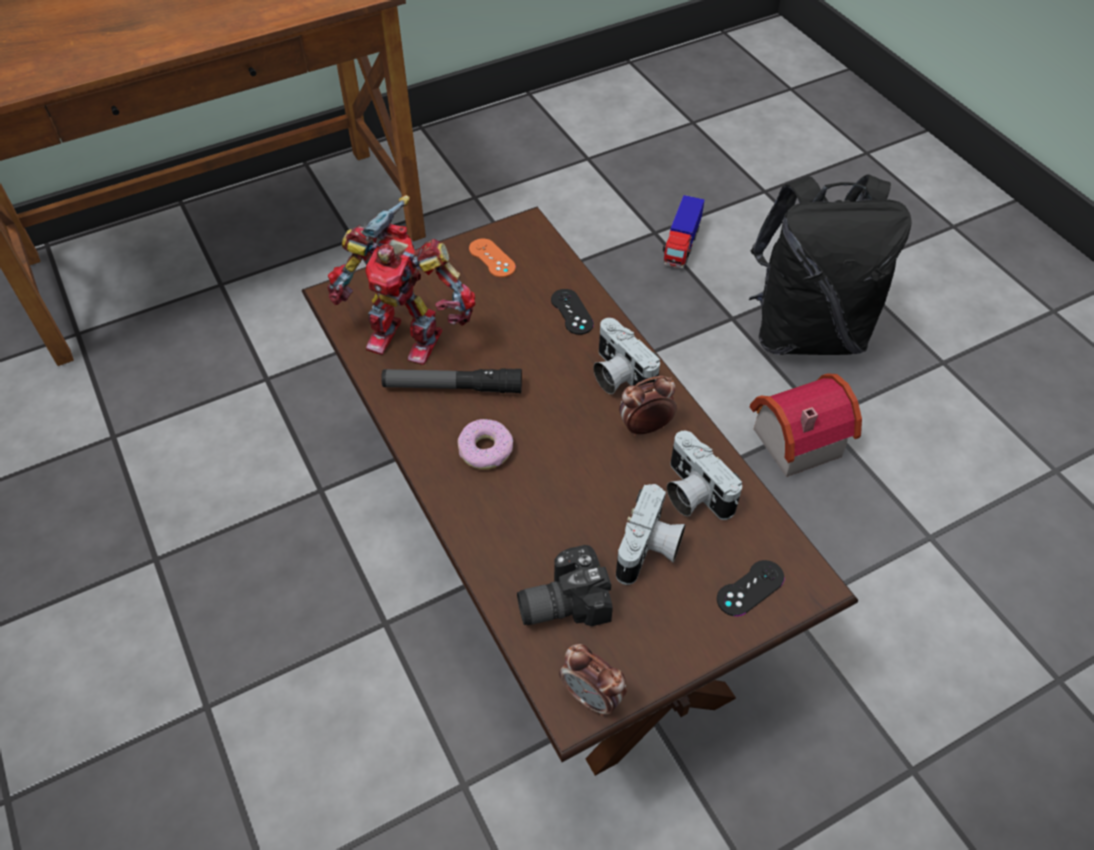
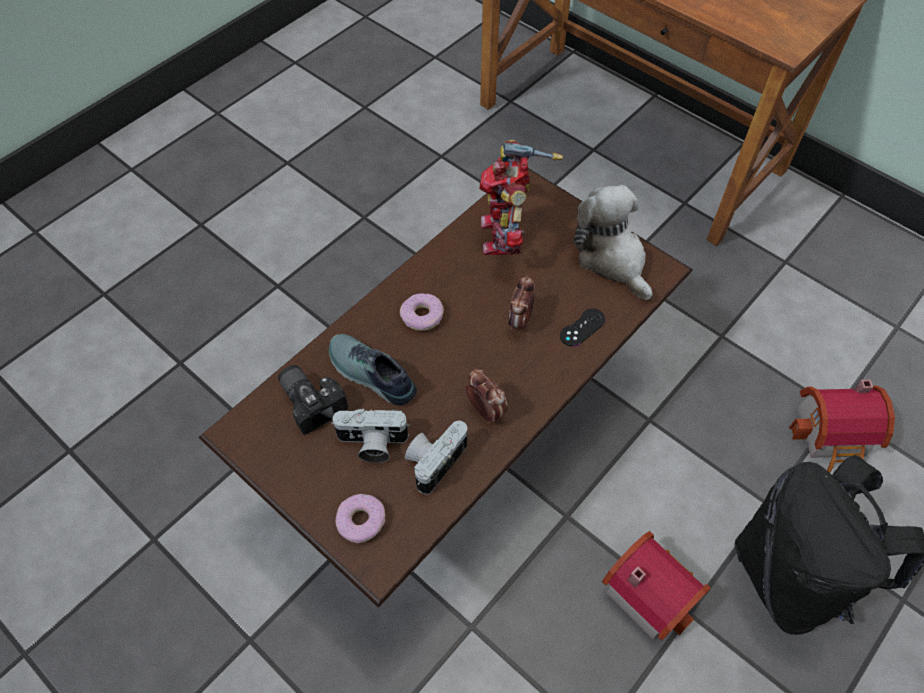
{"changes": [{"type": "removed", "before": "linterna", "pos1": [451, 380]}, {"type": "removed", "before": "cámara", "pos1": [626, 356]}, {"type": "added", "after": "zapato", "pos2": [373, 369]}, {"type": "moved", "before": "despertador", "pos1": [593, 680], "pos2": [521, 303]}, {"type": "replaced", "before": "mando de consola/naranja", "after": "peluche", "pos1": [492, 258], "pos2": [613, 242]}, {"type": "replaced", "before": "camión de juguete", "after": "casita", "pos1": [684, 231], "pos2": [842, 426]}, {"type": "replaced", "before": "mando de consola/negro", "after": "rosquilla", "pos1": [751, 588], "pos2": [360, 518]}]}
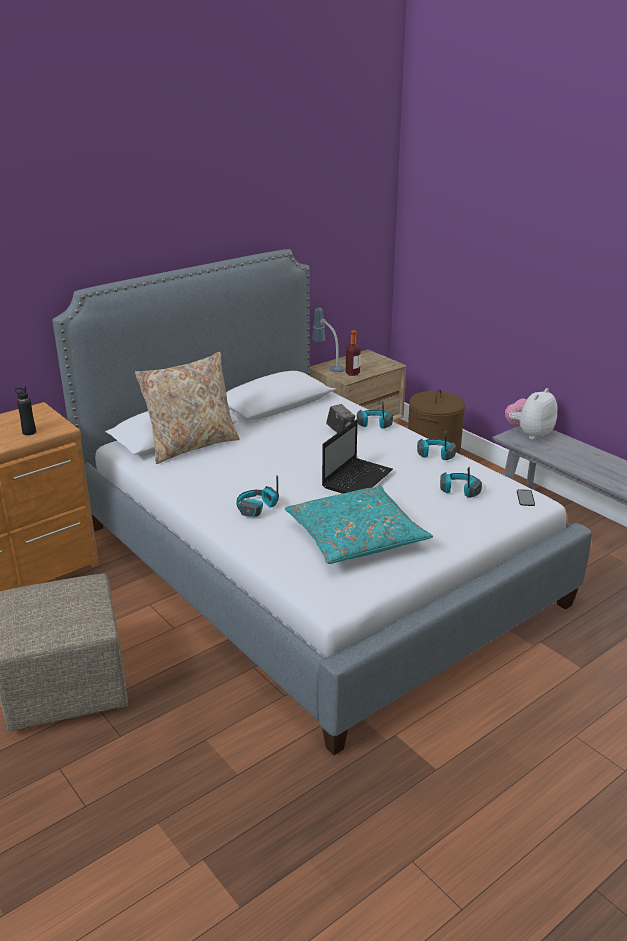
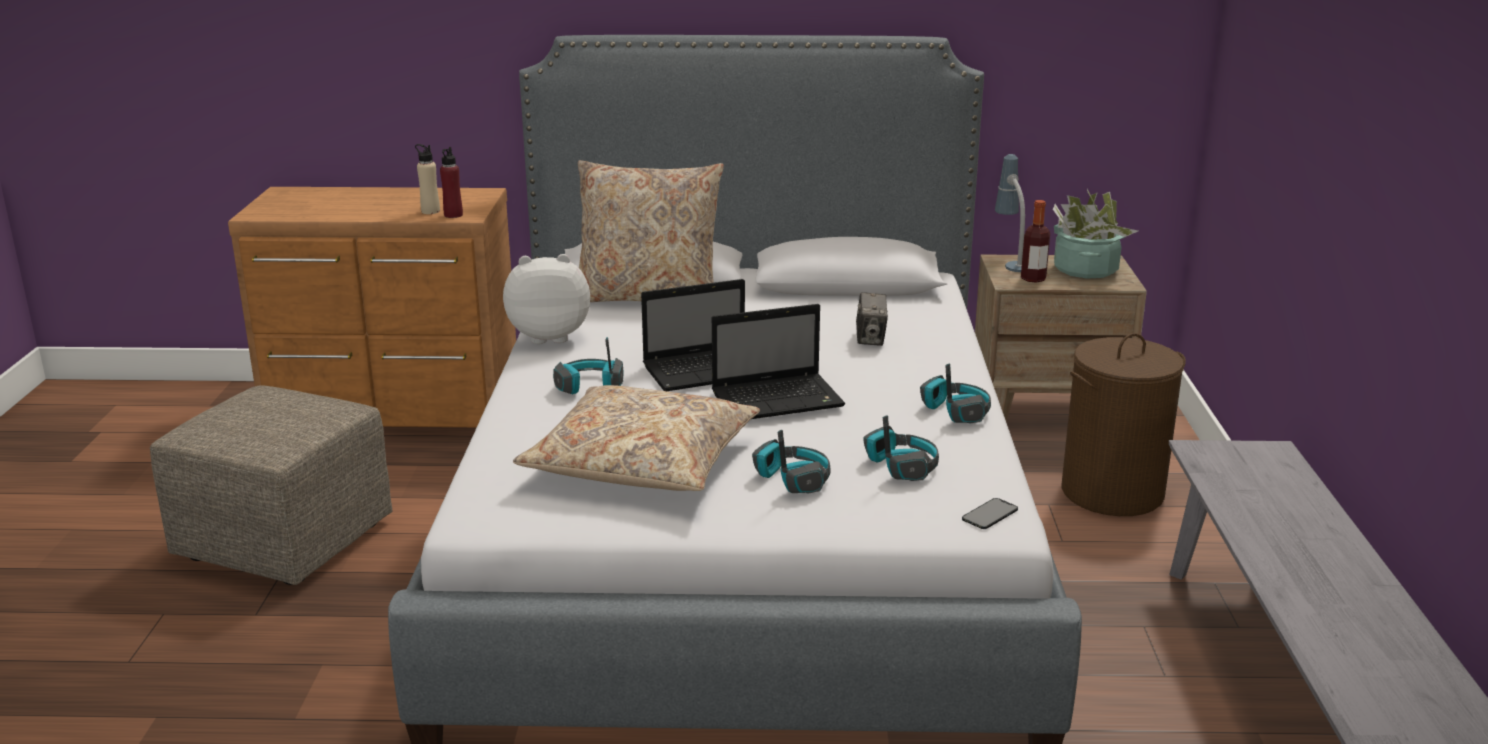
{"changes": [{"type": "added", "after": "botella/rojo", "pos2": [451, 182]}, {"type": "added", "after": "portátil", "pos2": [693, 335]}, {"type": "added", "after": "planta en maceta", "pos2": [1095, 234]}, {"type": "moved", "before": "auriculares", "pos1": [375, 415], "pos2": [791, 462]}, {"type": "moved", "before": "peluche", "pos1": [531, 414], "pos2": [546, 299]}, {"type": "recoloured", "before": "botella/negro", "after": "botella/beis", "pos1": [25, 411], "pos2": [427, 179]}, {"type": "recoloured", "before": "cojín/turquesa", "after": "cojín/beis", "pos1": [359, 525], "pos2": [636, 438]}]}
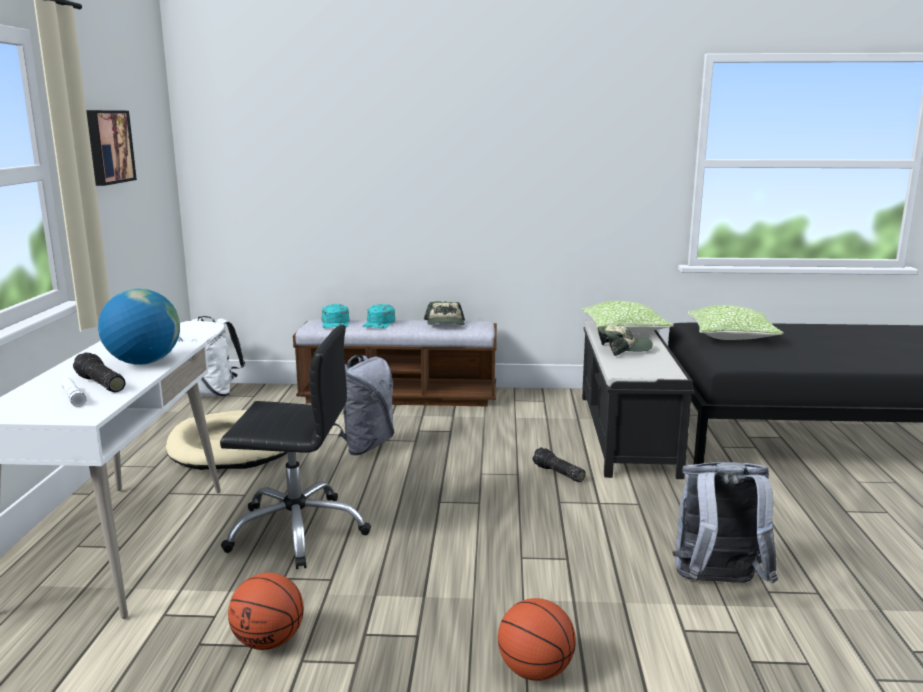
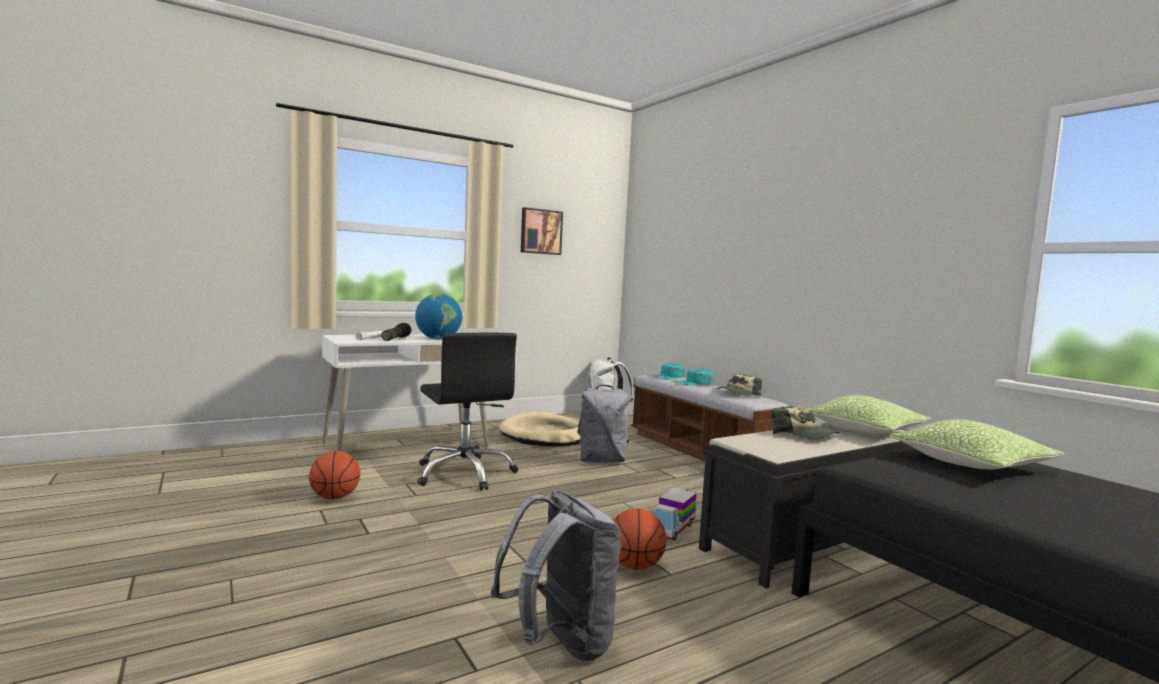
{"changes": [{"type": "moved", "before": "balón de baloncesto", "pos1": [537, 639], "pos2": [640, 539]}, {"type": "replaced", "before": "linterna", "after": "camión de juguete", "pos1": [559, 464], "pos2": [674, 513]}]}
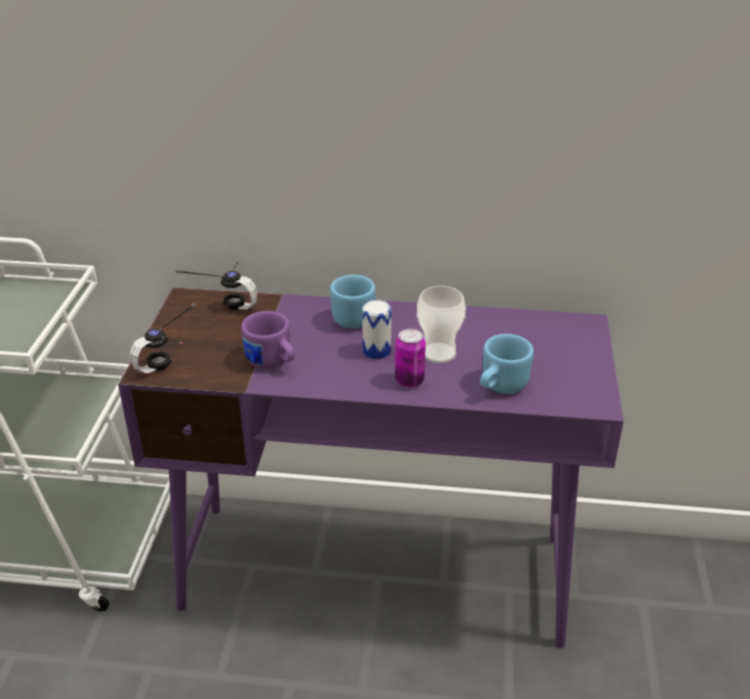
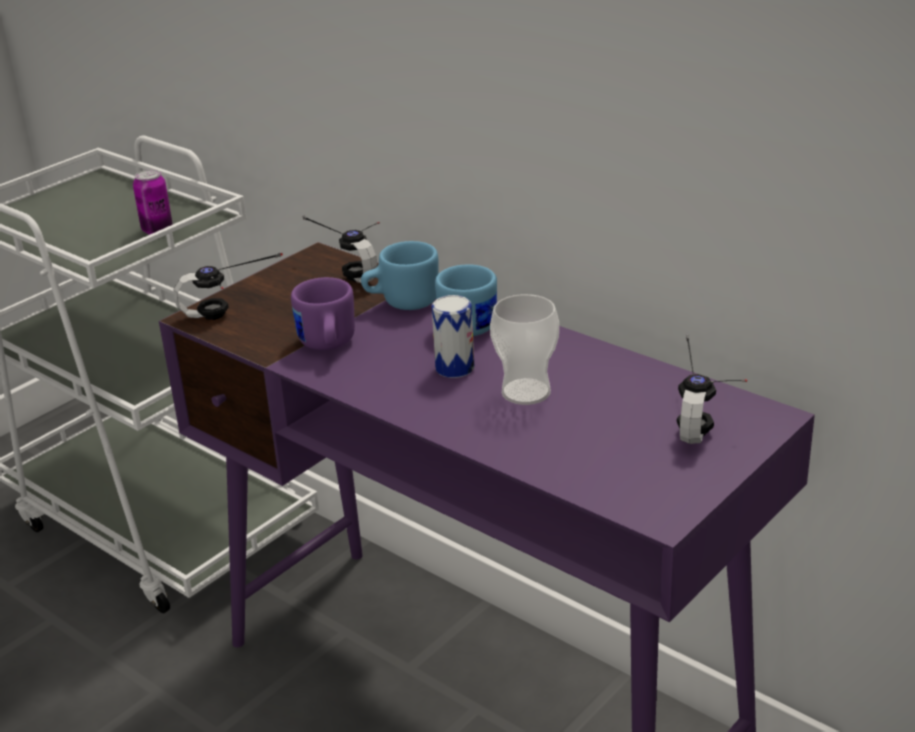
{"changes": [{"type": "added", "after": "auriculares", "pos2": [712, 389]}, {"type": "moved", "before": "lata", "pos1": [410, 358], "pos2": [152, 202]}, {"type": "moved", "before": "taza grande/azul", "pos1": [507, 364], "pos2": [400, 275]}]}
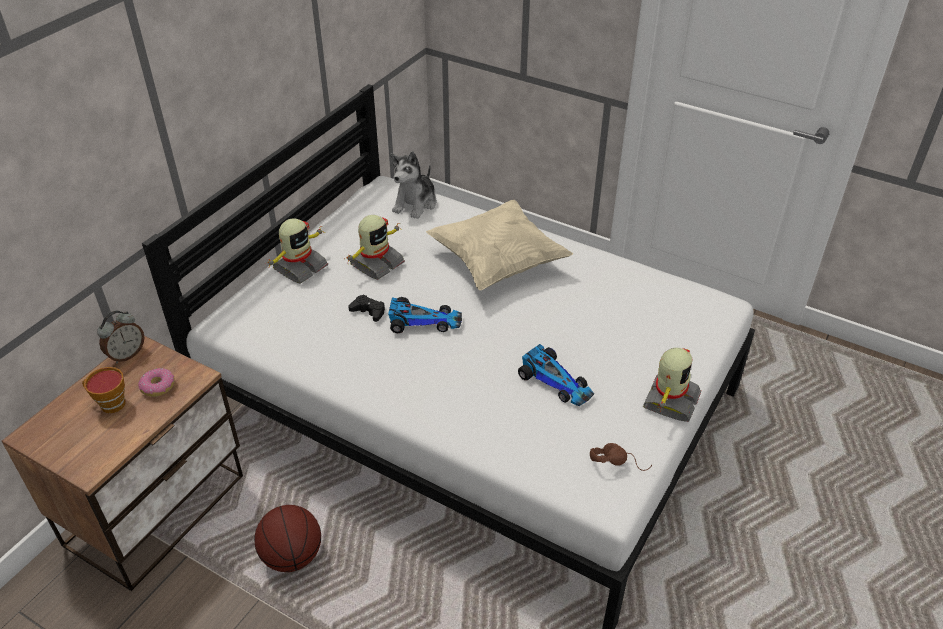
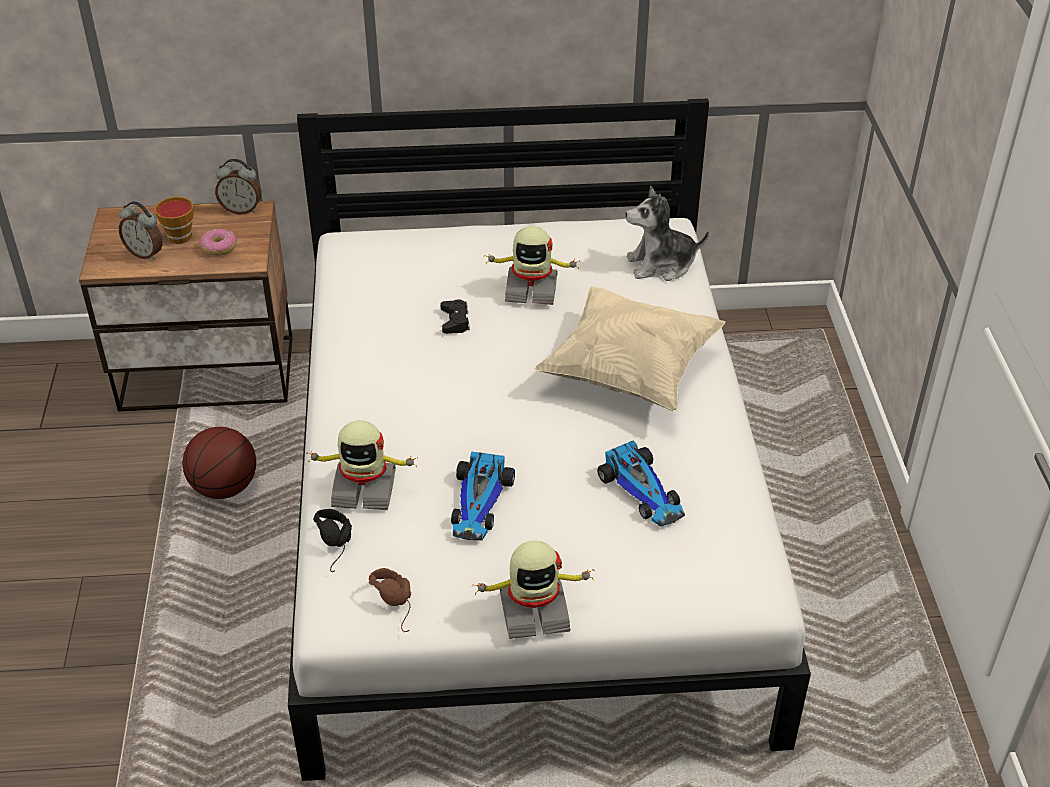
{"changes": [{"type": "added", "after": "despertador", "pos2": [141, 230]}, {"type": "added", "after": "auriculares/negro", "pos2": [332, 540]}, {"type": "moved", "before": "robot de juguete", "pos1": [296, 251], "pos2": [362, 465]}, {"type": "moved", "before": "coche de juguete", "pos1": [425, 315], "pos2": [641, 483]}]}
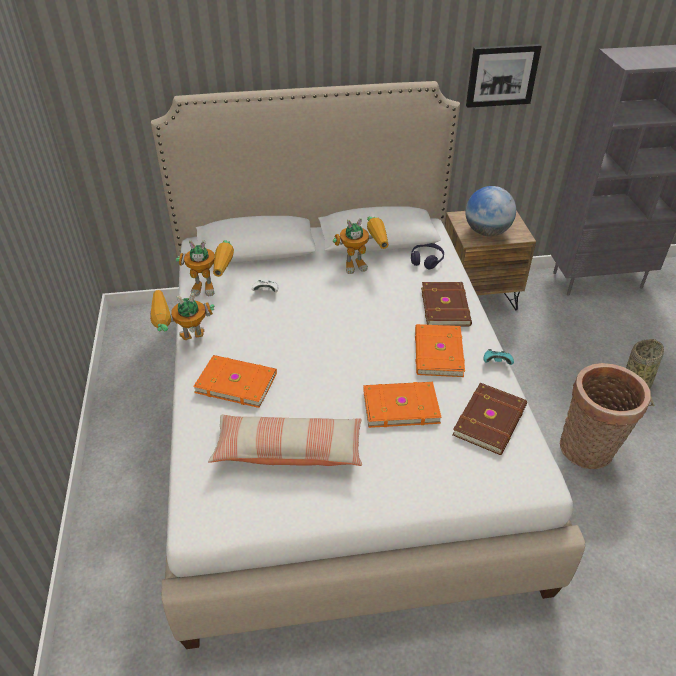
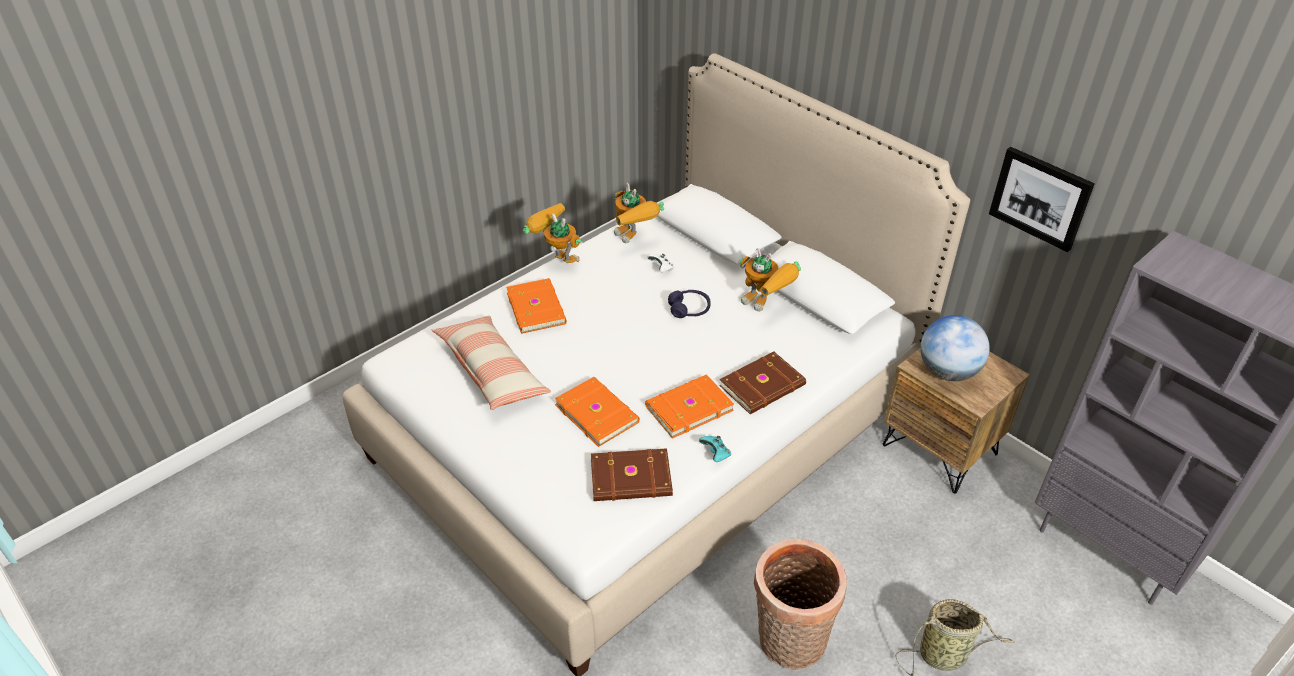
{"changes": [{"type": "moved", "before": "auriculares/morado", "pos1": [427, 256], "pos2": [689, 304]}]}
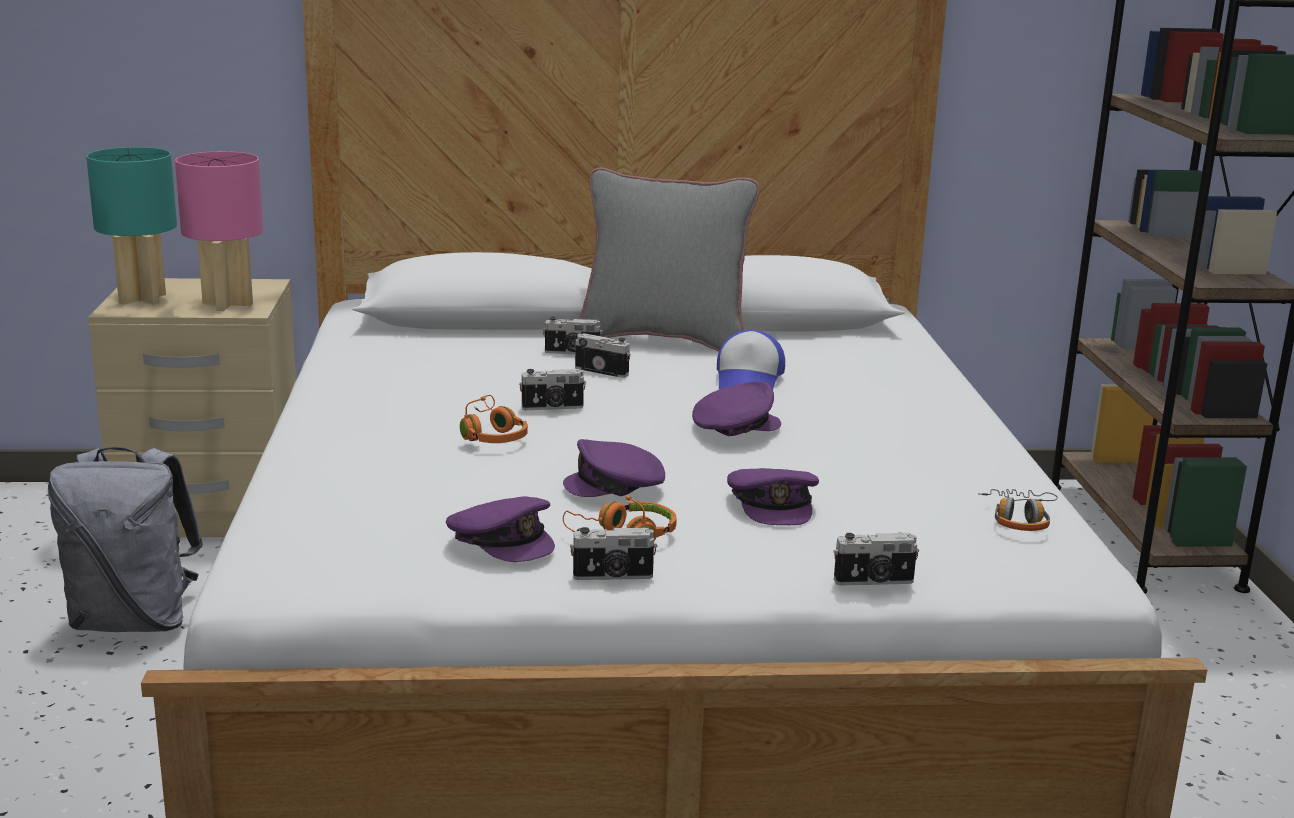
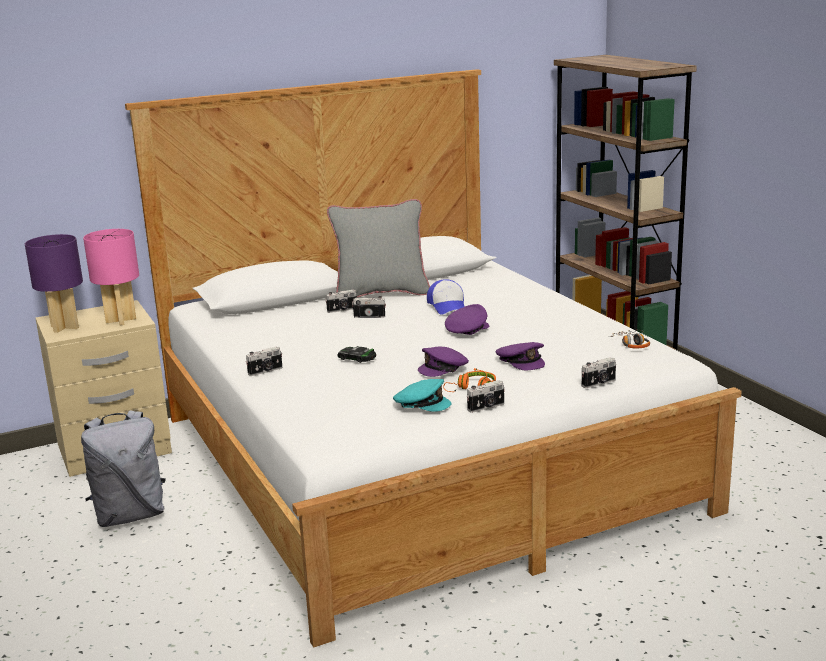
{"changes": [{"type": "moved", "before": "cámara", "pos1": [552, 389], "pos2": [264, 361]}, {"type": "replaced", "before": "auriculares/naranja", "after": "coche de juguete", "pos1": [494, 419], "pos2": [356, 354]}, {"type": "recoloured", "before": "lámpara de mesa/turquesa", "after": "lámpara de mesa/morado", "pos1": [131, 225], "pos2": [54, 283]}, {"type": "recoloured", "before": "gorra/morado", "after": "gorra/turquesa", "pos1": [500, 529], "pos2": [422, 395]}]}
